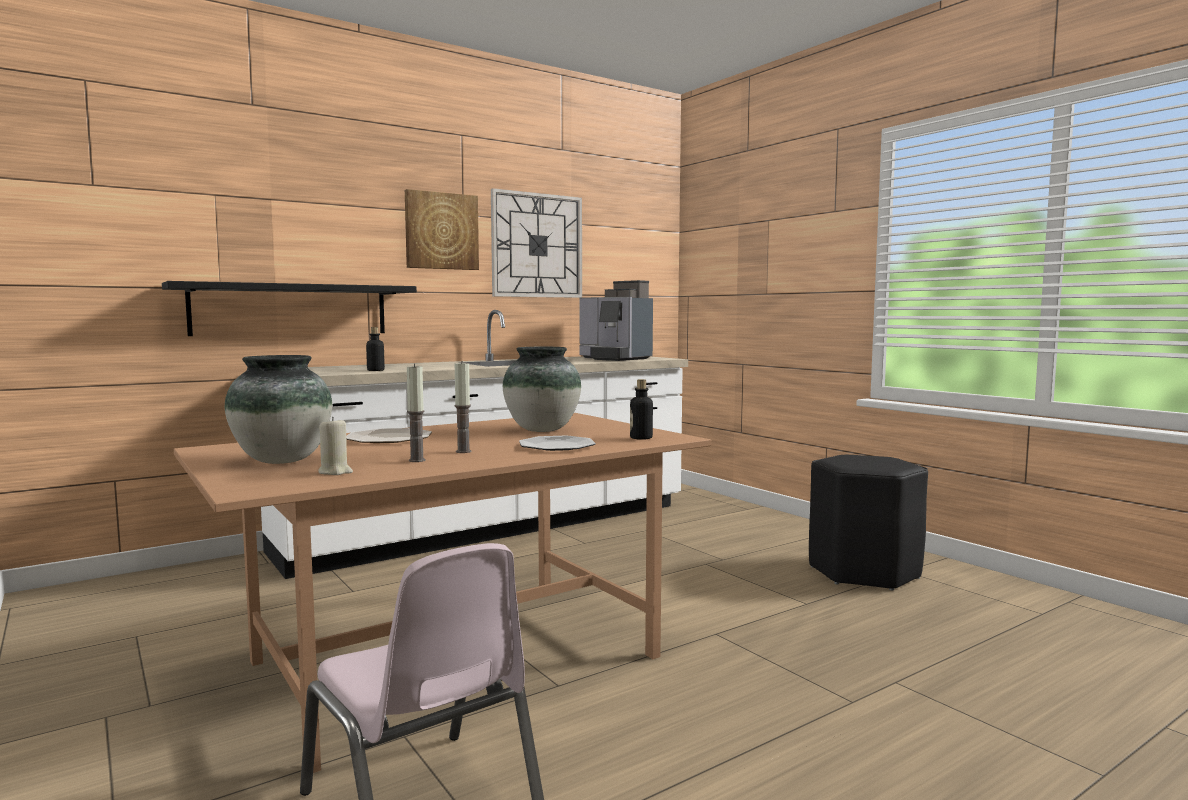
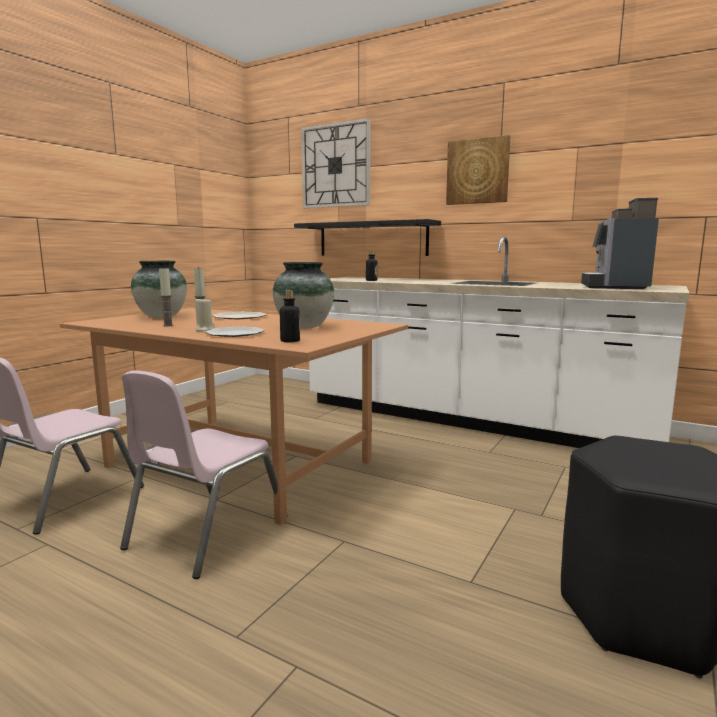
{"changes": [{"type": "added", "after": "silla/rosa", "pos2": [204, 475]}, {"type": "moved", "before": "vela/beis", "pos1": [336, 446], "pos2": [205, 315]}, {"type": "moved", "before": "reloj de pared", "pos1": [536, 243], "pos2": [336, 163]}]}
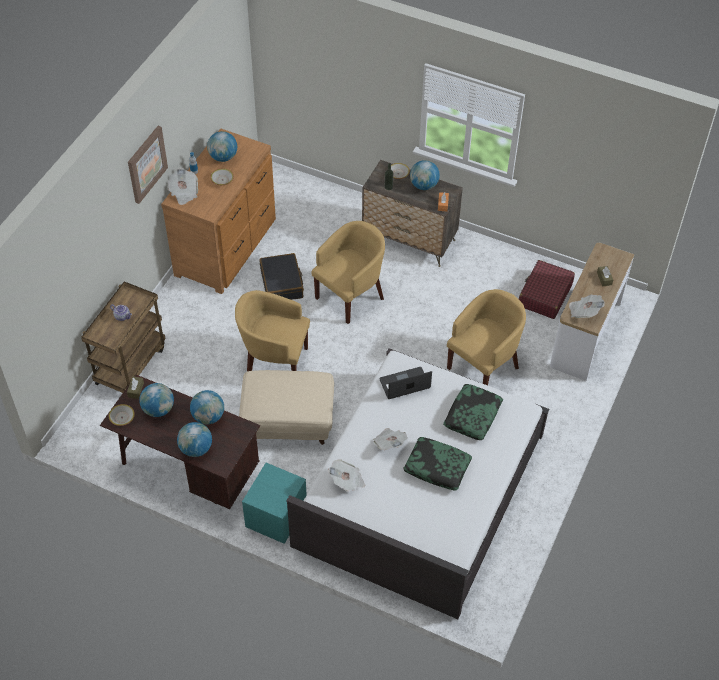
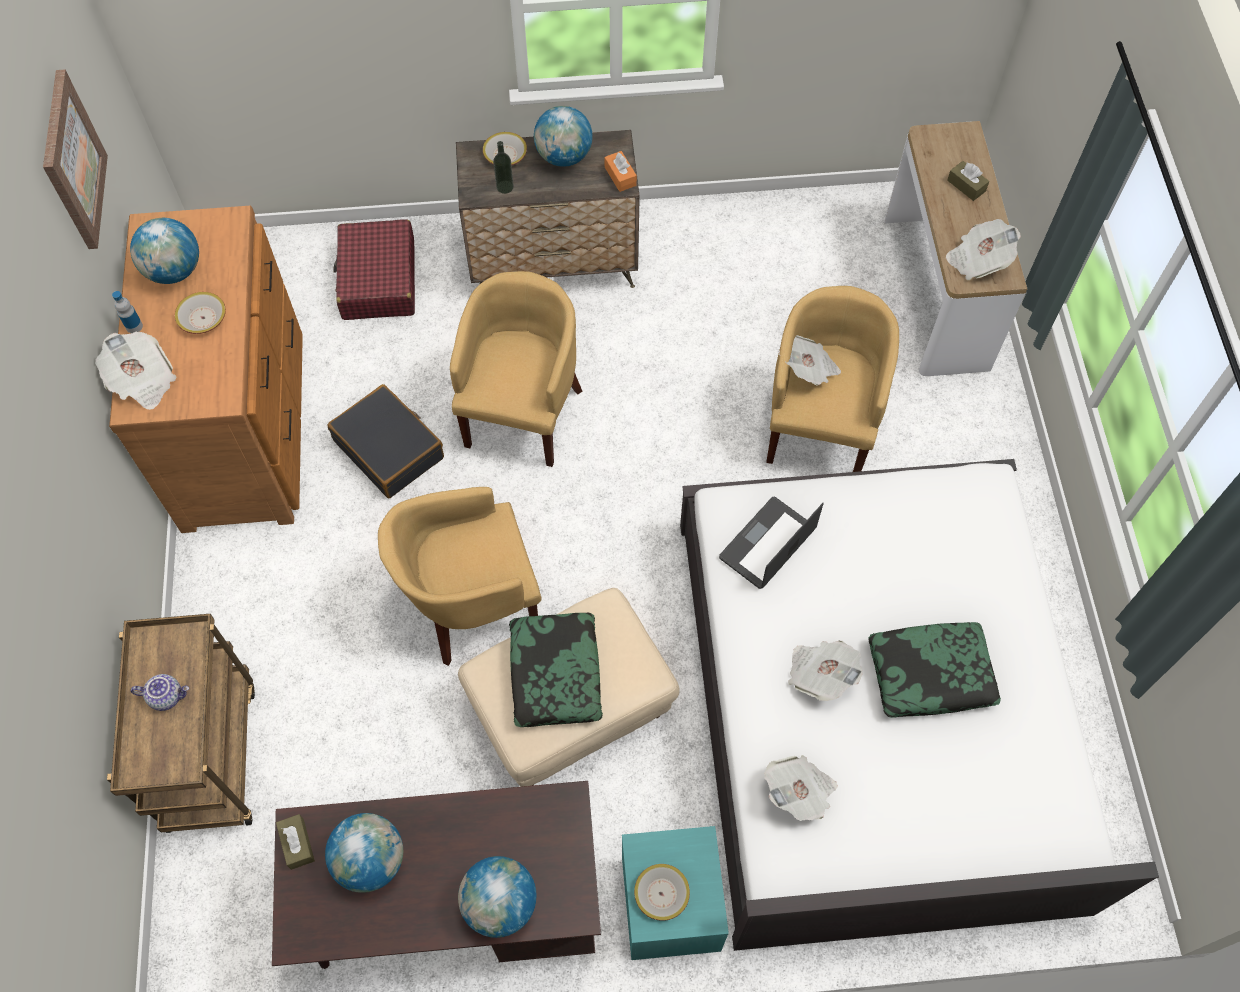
{"changes": [{"type": "removed", "before": "globo terráqueo", "pos1": [207, 407]}, {"type": "added", "after": "periódico", "pos2": [810, 360]}, {"type": "moved", "before": "cuenco", "pos1": [122, 415], "pos2": [662, 892]}, {"type": "moved", "before": "cuadro", "pos1": [148, 165], "pos2": [75, 159]}, {"type": "moved", "before": "cojín", "pos1": [473, 412], "pos2": [556, 669]}, {"type": "moved", "before": "maleta/rojo", "pos1": [547, 289], "pos2": [374, 269]}]}
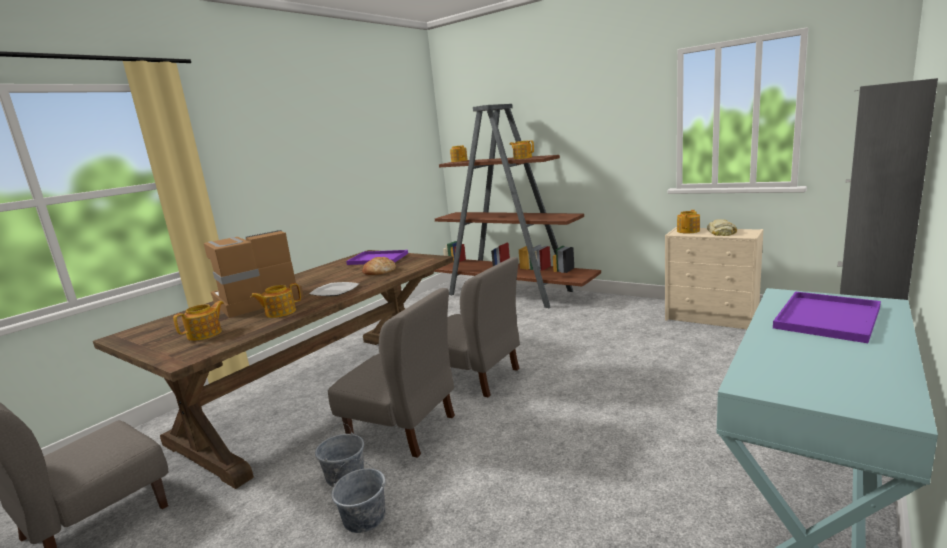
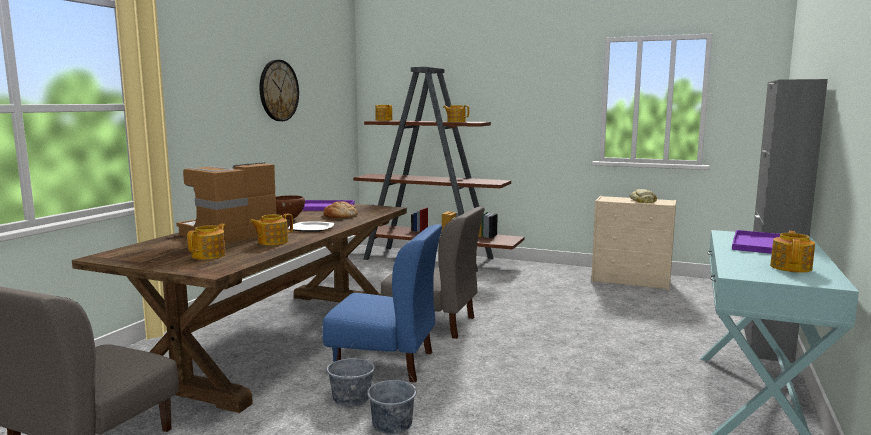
{"changes": [{"type": "added", "after": "reloj de pared", "pos2": [279, 90]}, {"type": "added", "after": "cuenco/marrón", "pos2": [290, 207]}, {"type": "moved", "before": "tetera", "pos1": [688, 221], "pos2": [792, 252]}, {"type": "recoloured", "before": "silla/gris", "after": "silla/azul", "pos1": [391, 373], "pos2": [382, 303]}]}
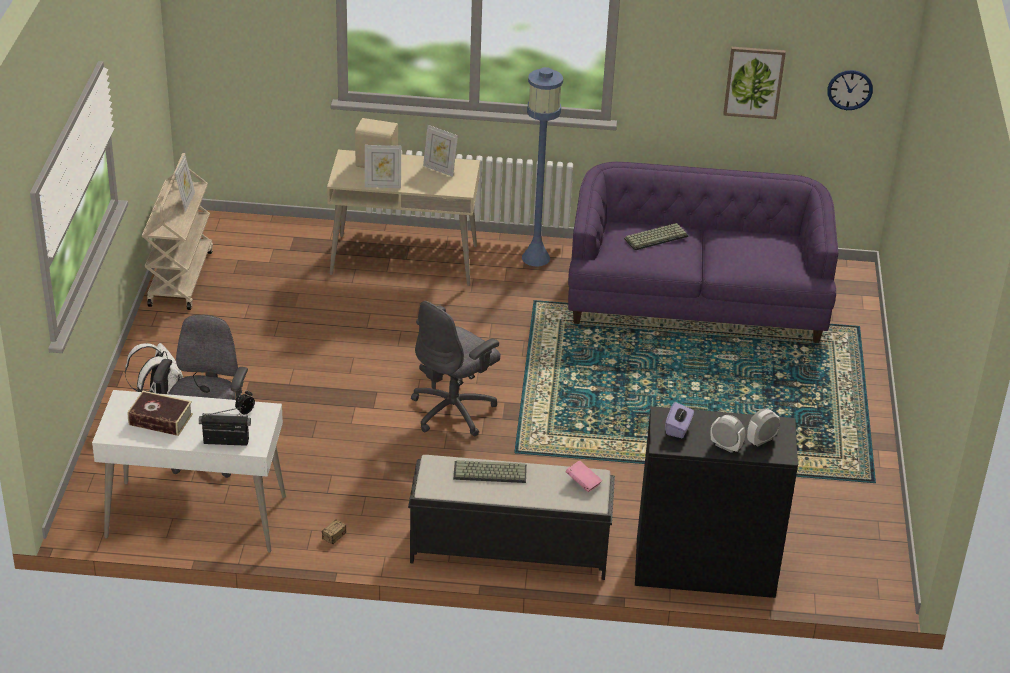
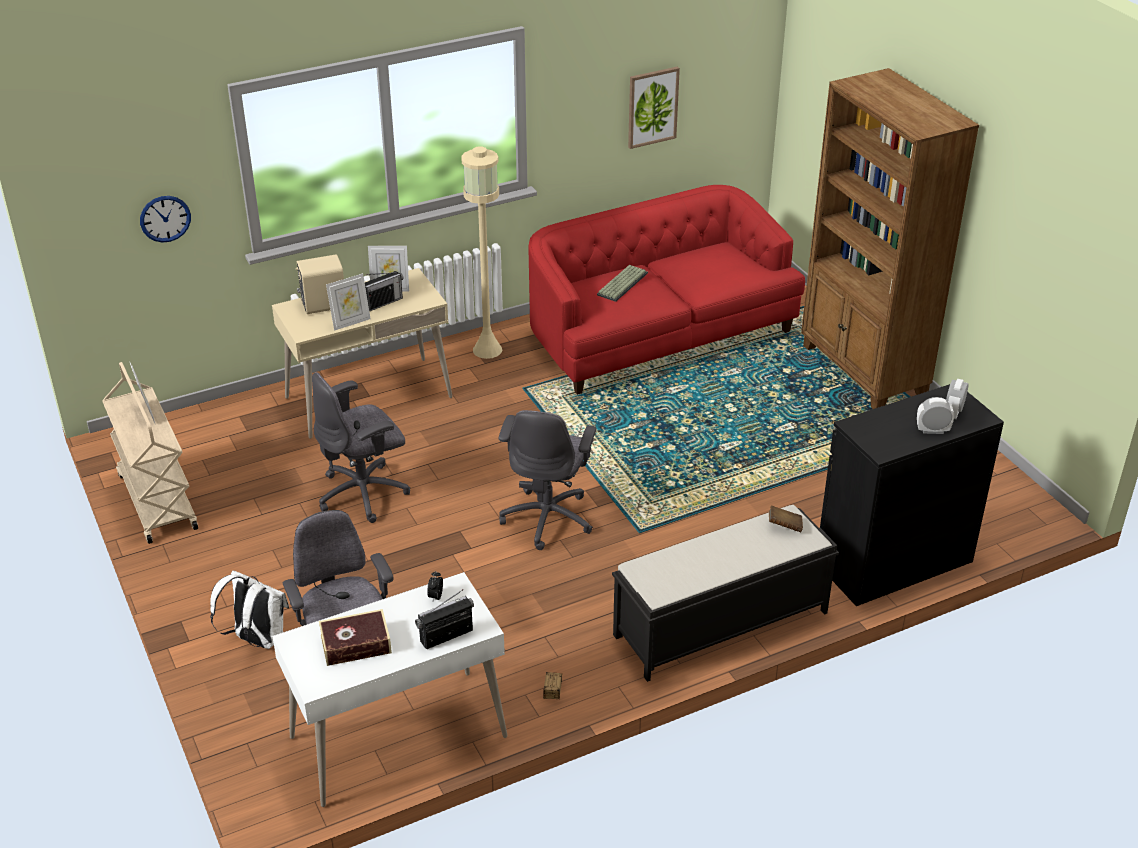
{"changes": [{"type": "removed", "before": "teclado", "pos1": [490, 471]}, {"type": "removed", "before": "caja de pañuelos/morado", "pos1": [679, 420]}, {"type": "added", "after": "silla de oficina/gris", "pos2": [361, 447]}, {"type": "added", "after": "radio", "pos2": [384, 291]}, {"type": "added", "after": "estantería/marrón", "pos2": [890, 238]}, {"type": "moved", "before": "reloj de pared", "pos1": [850, 90], "pos2": [165, 219]}, {"type": "recoloured", "before": "lámpara de pie/azul", "after": "lámpara de pie/beis", "pos1": [542, 166], "pos2": [482, 252]}, {"type": "recoloured", "before": "libro/rosa", "after": "libro/marrón", "pos1": [583, 476], "pos2": [786, 519]}, {"type": "recoloured", "before": "sofá/morado", "after": "sofá/rojo", "pos1": [703, 252], "pos2": [667, 290]}]}
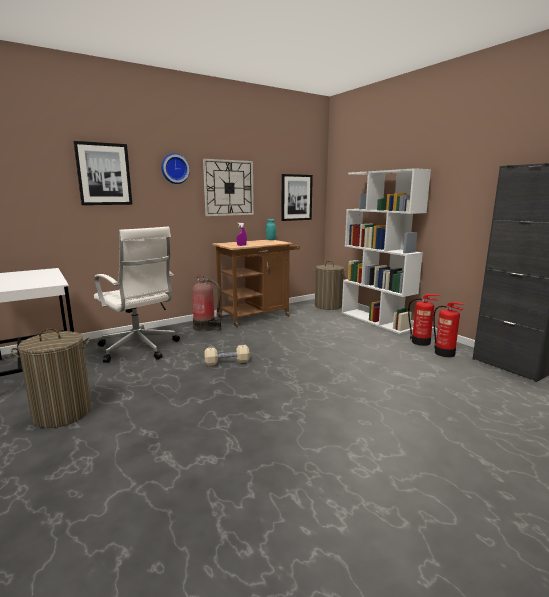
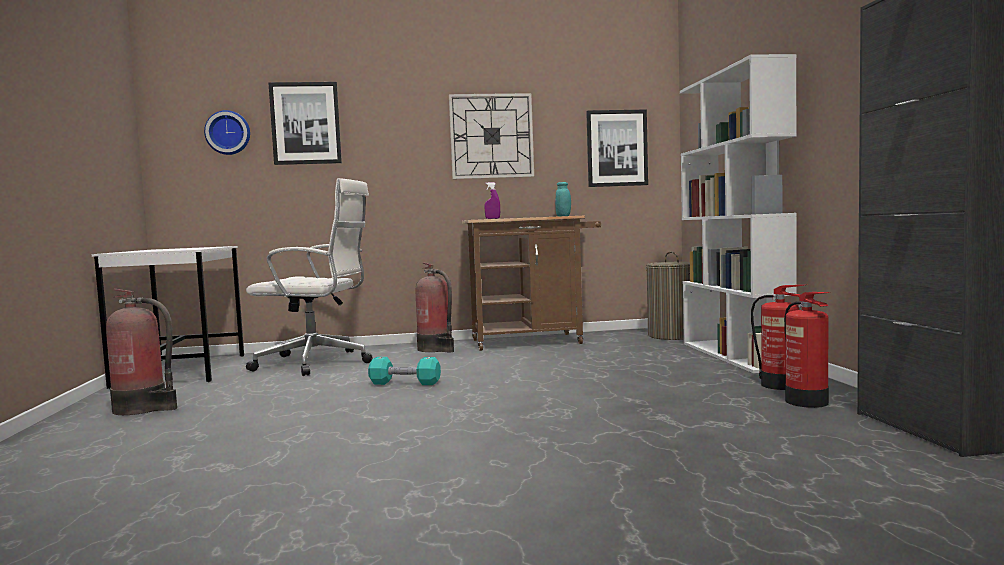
{"changes": [{"type": "moved", "before": "reloj de pared", "pos1": [175, 168], "pos2": [227, 132]}, {"type": "replaced", "before": "cesto de la ropa", "after": "extintor", "pos1": [51, 378], "pos2": [141, 352]}, {"type": "recoloured", "before": "mancuerna/beis", "after": "mancuerna/turquesa", "pos1": [227, 355], "pos2": [404, 371]}, {"type": "turned", "before": "silla de oficina/blanco", "pos1": [137, 295], "pos2": [309, 277], "turn": -60}]}
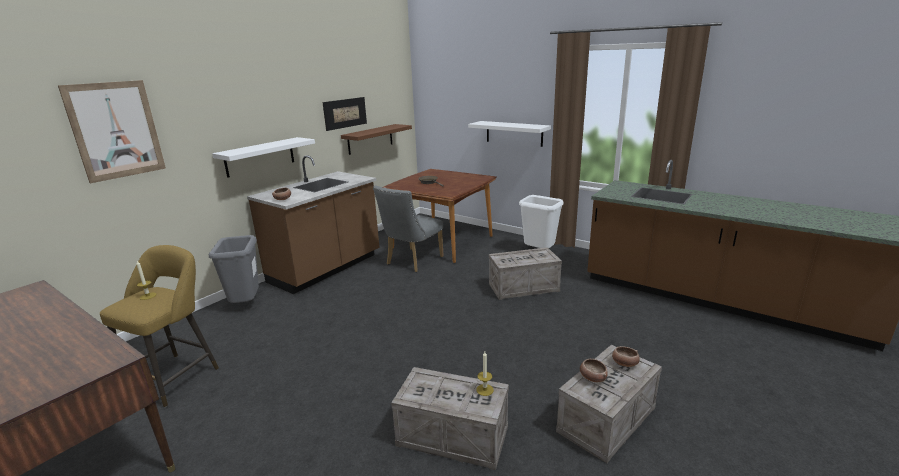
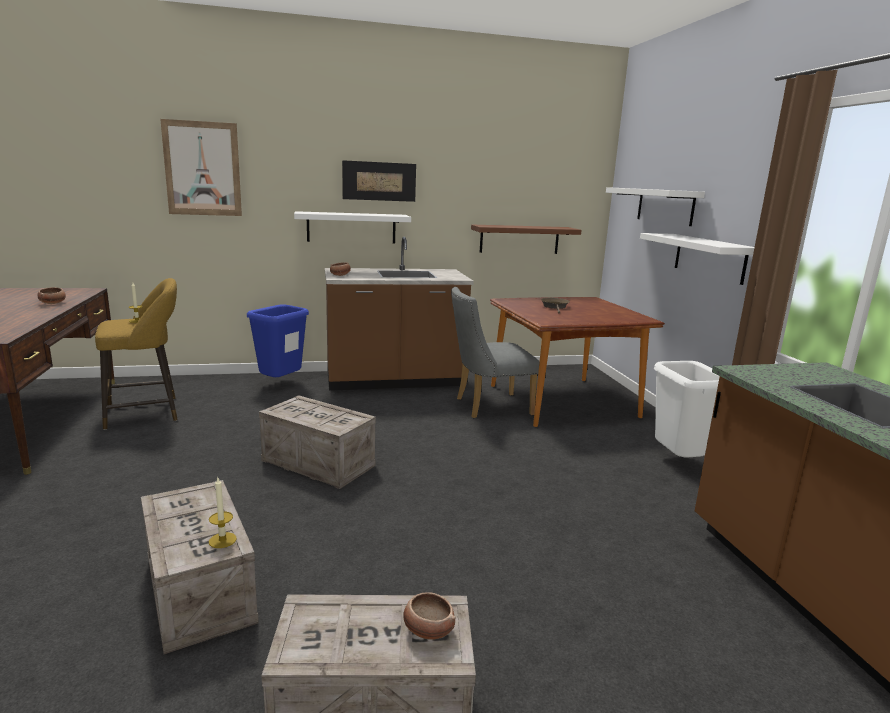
{"changes": [{"type": "added", "after": "estante/blanco", "pos2": [655, 206]}, {"type": "moved", "before": "cuadro", "pos1": [344, 114], "pos2": [379, 181]}, {"type": "moved", "before": "caja de embalaje", "pos1": [525, 273], "pos2": [317, 442]}, {"type": "moved", "before": "cuenco", "pos1": [594, 370], "pos2": [52, 295]}, {"type": "recoloured", "before": "papelera/gris", "after": "papelera/azul", "pos1": [234, 269], "pos2": [278, 340]}]}
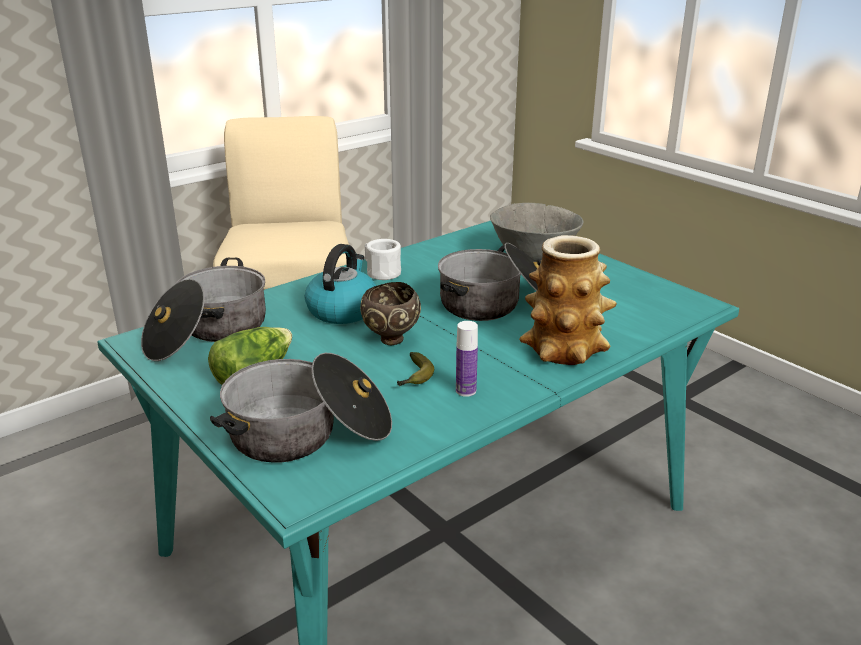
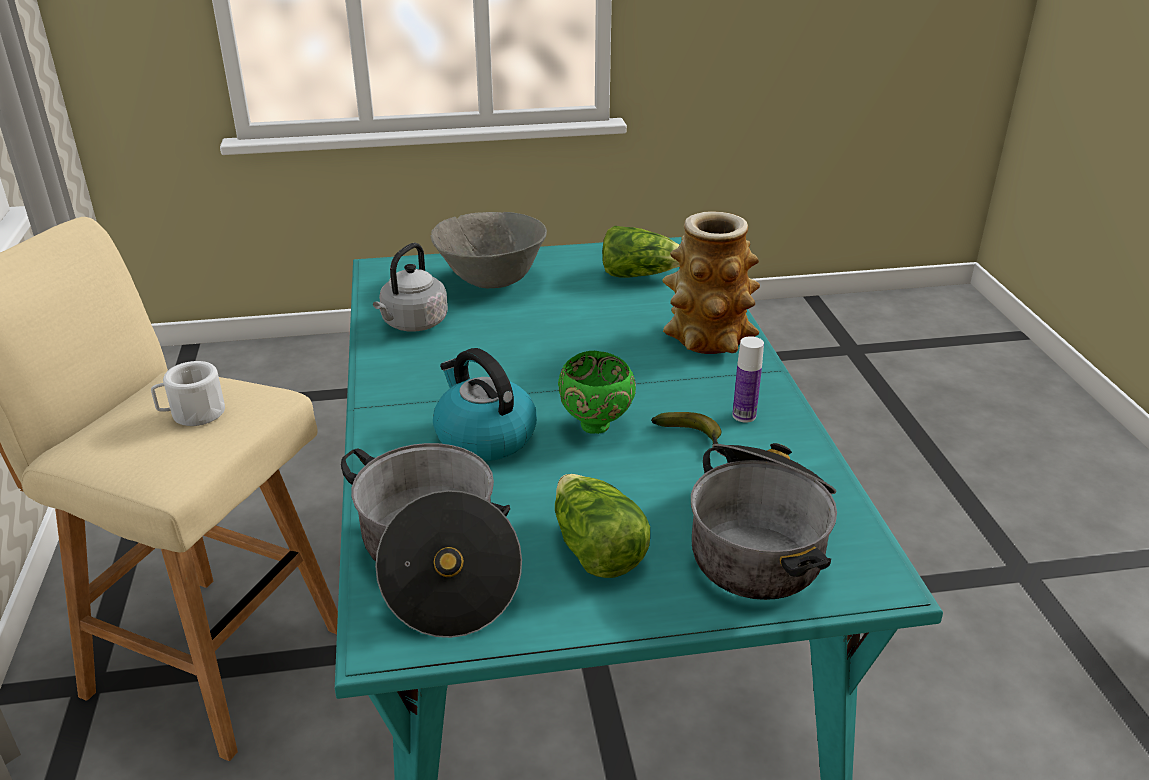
{"changes": [{"type": "removed", "before": "olla", "pos1": [490, 282]}, {"type": "added", "after": "hervidor/gris", "pos2": [410, 287]}, {"type": "added", "after": "lechuga", "pos2": [641, 252]}, {"type": "moved", "before": "taza grande/blanco", "pos1": [383, 259], "pos2": [188, 393]}, {"type": "recoloured", "before": "cuenco/marrón", "after": "cuenco/verde", "pos1": [390, 313], "pos2": [597, 392]}]}
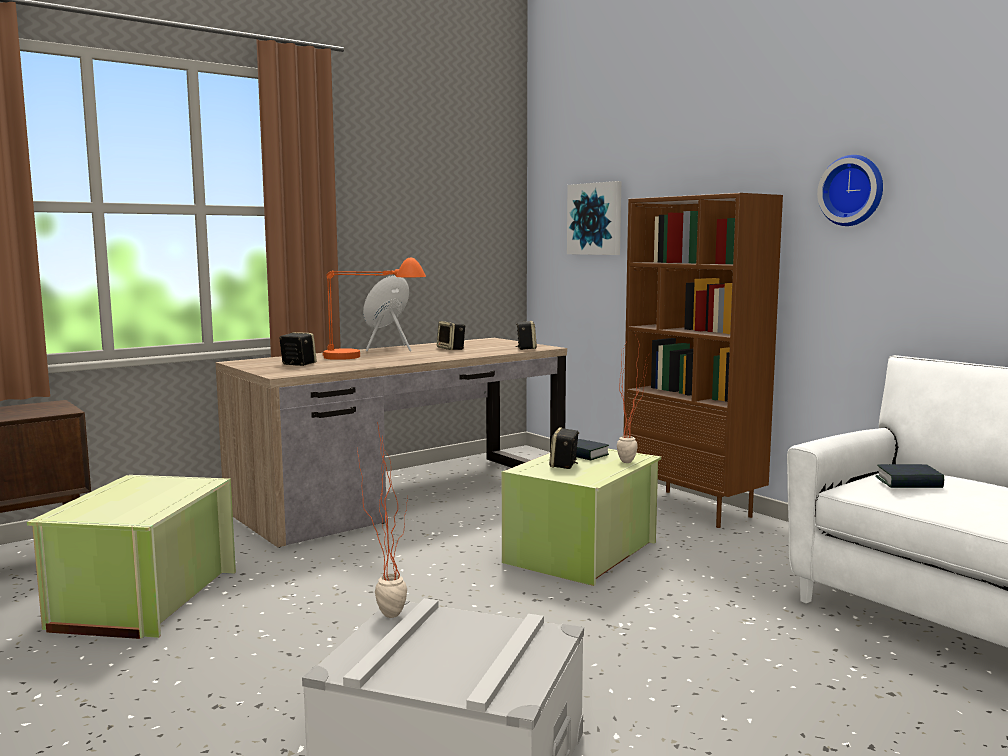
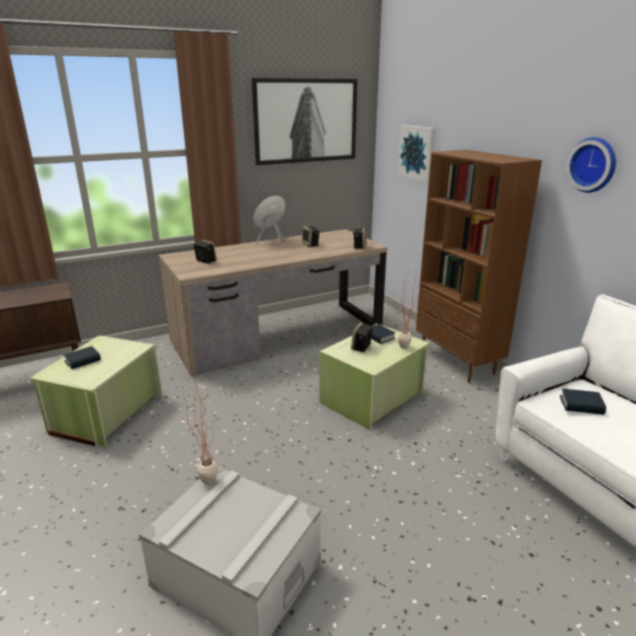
{"changes": [{"type": "removed", "before": "lámpara de mesa/naranja", "pos1": [374, 308]}, {"type": "added", "after": "libro", "pos2": [82, 357]}, {"type": "added", "after": "cuadro", "pos2": [304, 121]}]}
